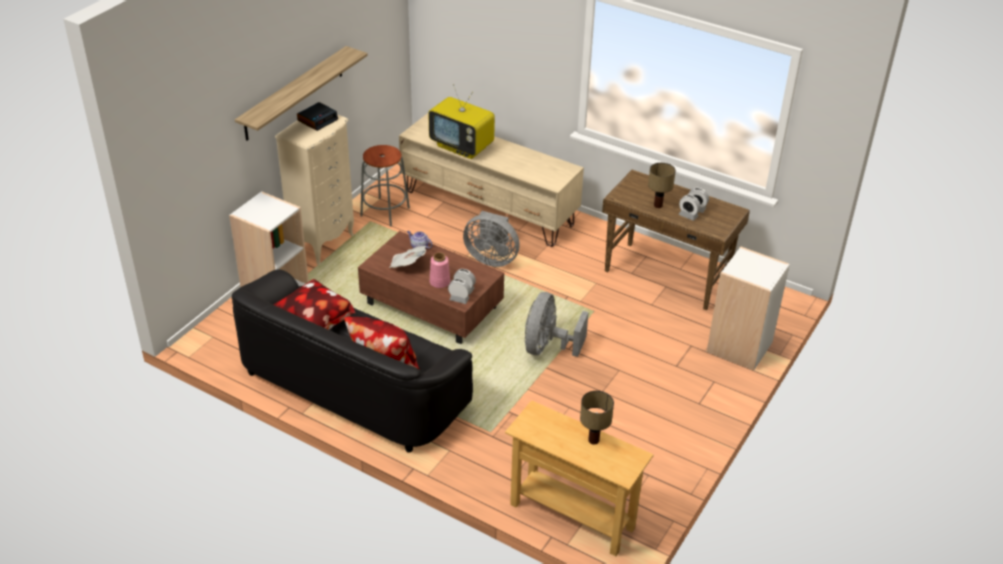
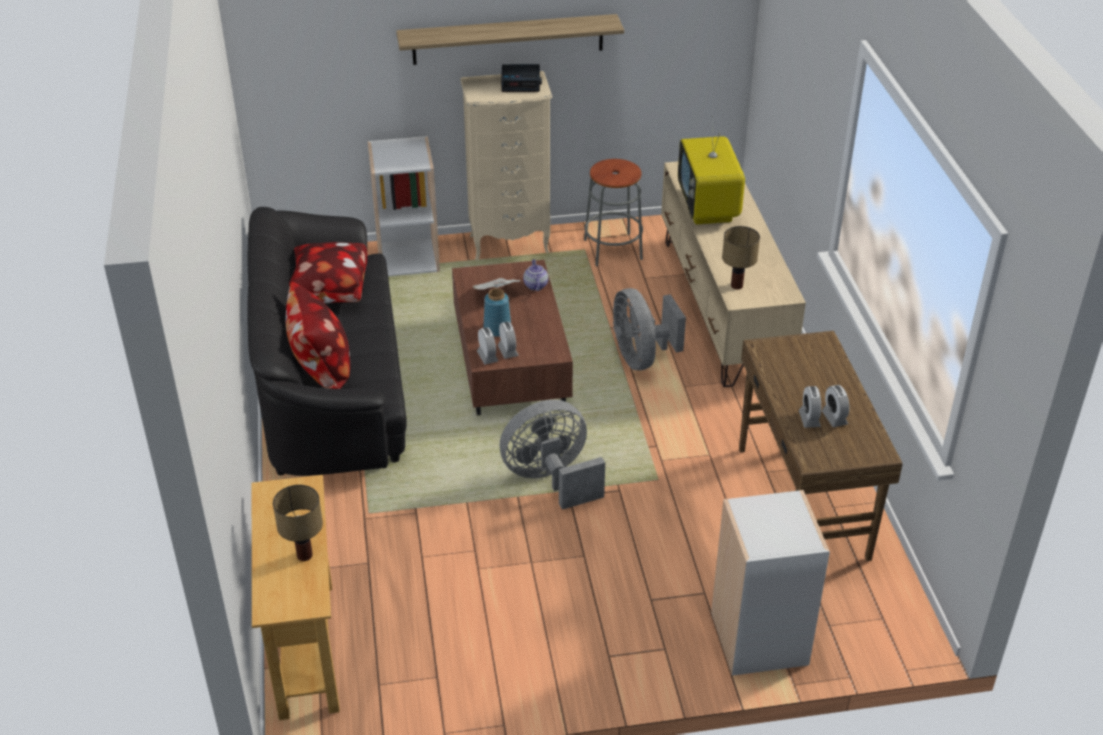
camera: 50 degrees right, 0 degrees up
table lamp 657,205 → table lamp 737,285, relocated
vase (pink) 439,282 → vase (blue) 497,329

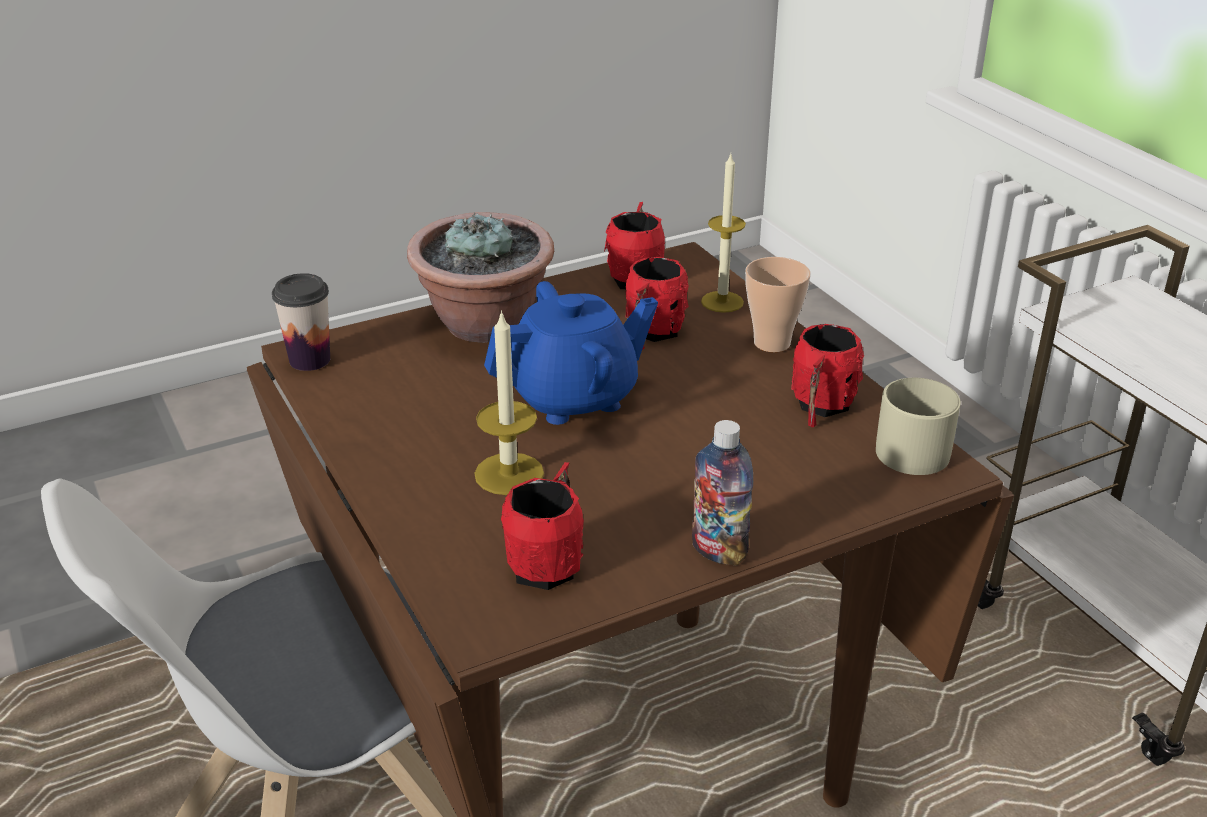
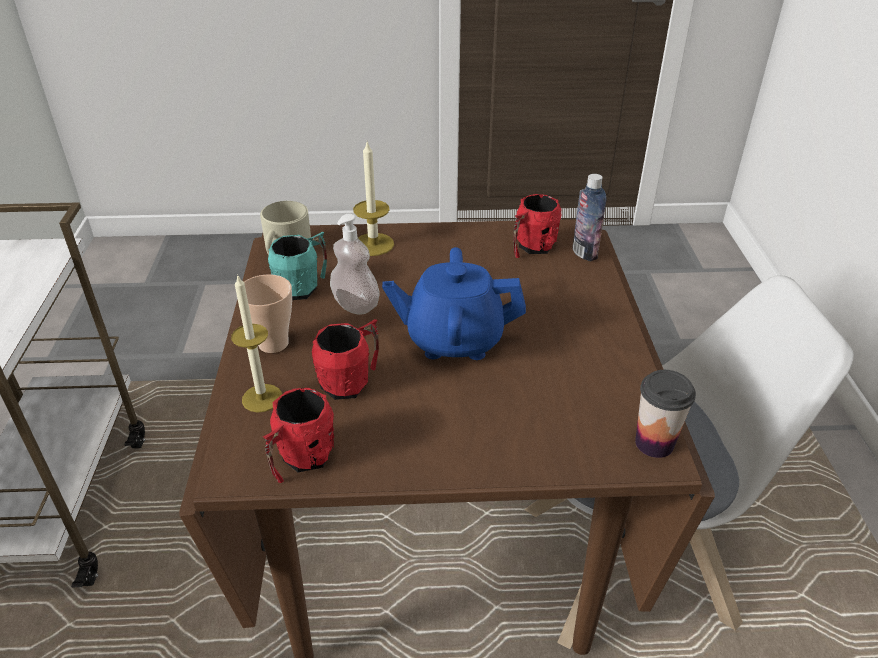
camera: 155 degrees left, 5 degrees up
potted plant 485,325 → -
- → soap dispenser 356,305
candle 509,474 → candle 373,244, relocated
bottle 719,551 → bottle 584,253, relocated
mug (red) 820,407 → mug (turquoise) 303,287

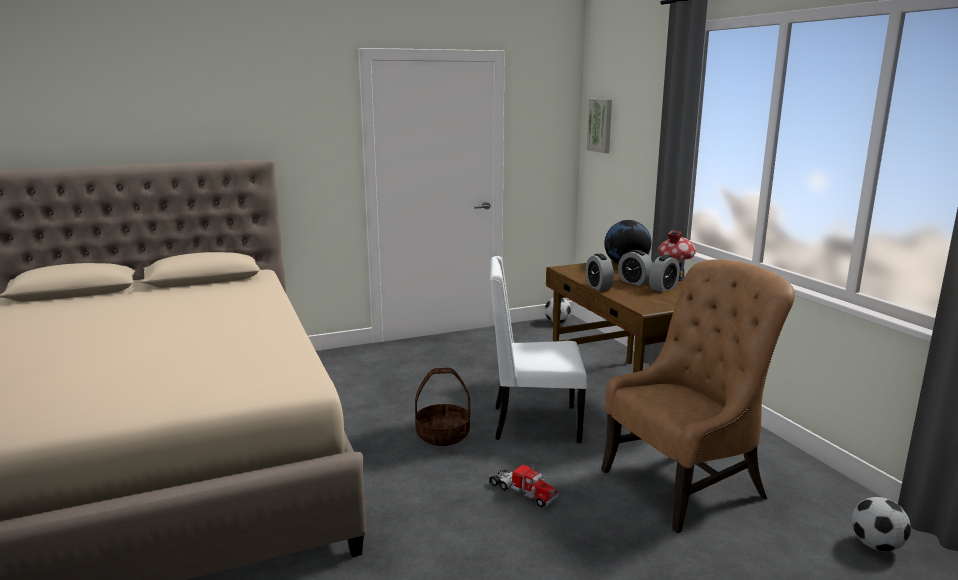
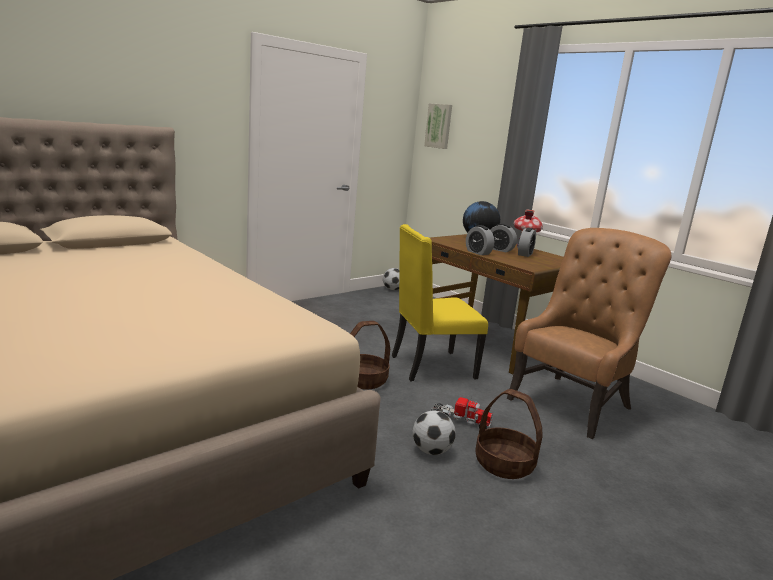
camera: 20 degrees left, 0 degrees up
- → basket 505,464
football 876,545 → football 431,451, relocated
chair (white) 533,424 → chair (yellow) 430,367

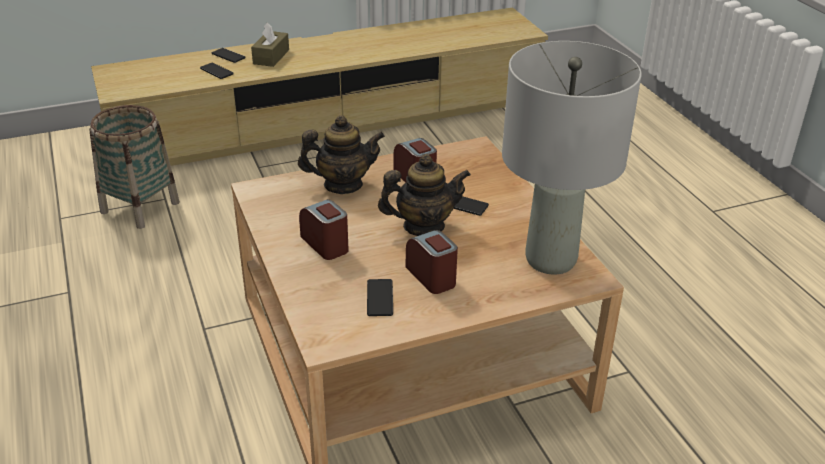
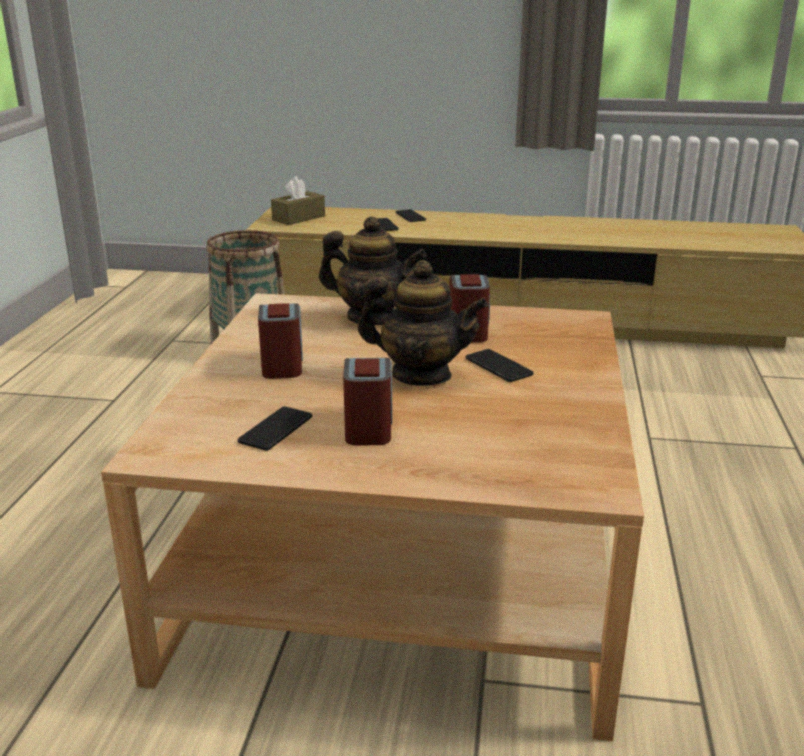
camera: 30 degrees right, 10 degrees down
table lamp (grey) 549,260 → -
tissue box (brown) 271,57 → tissue box (brown) 298,218, relocated

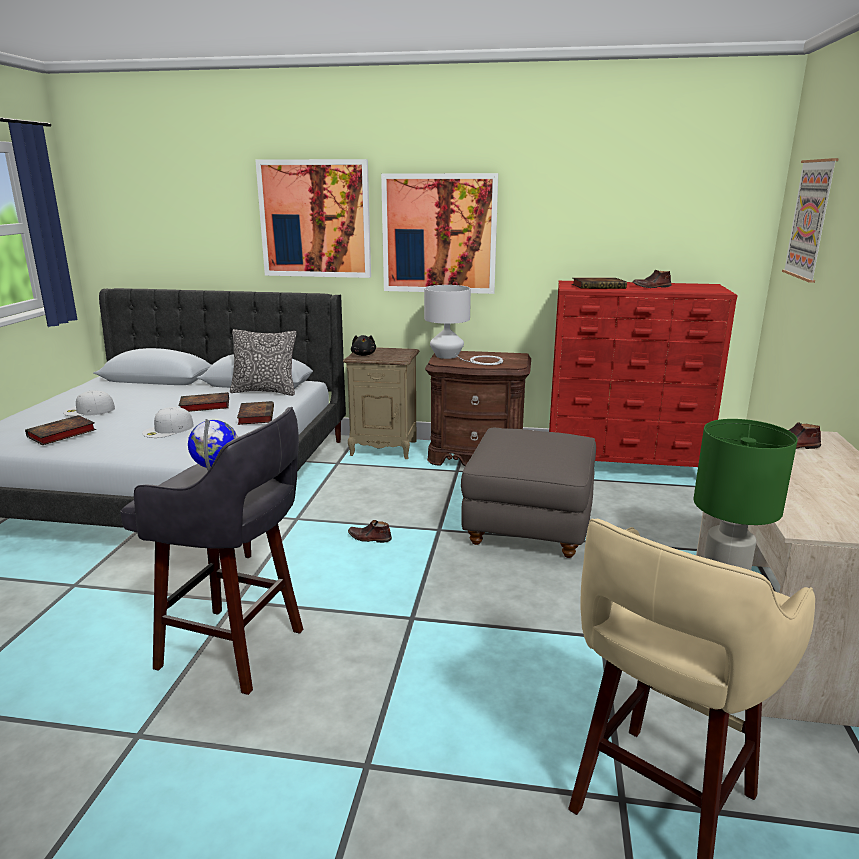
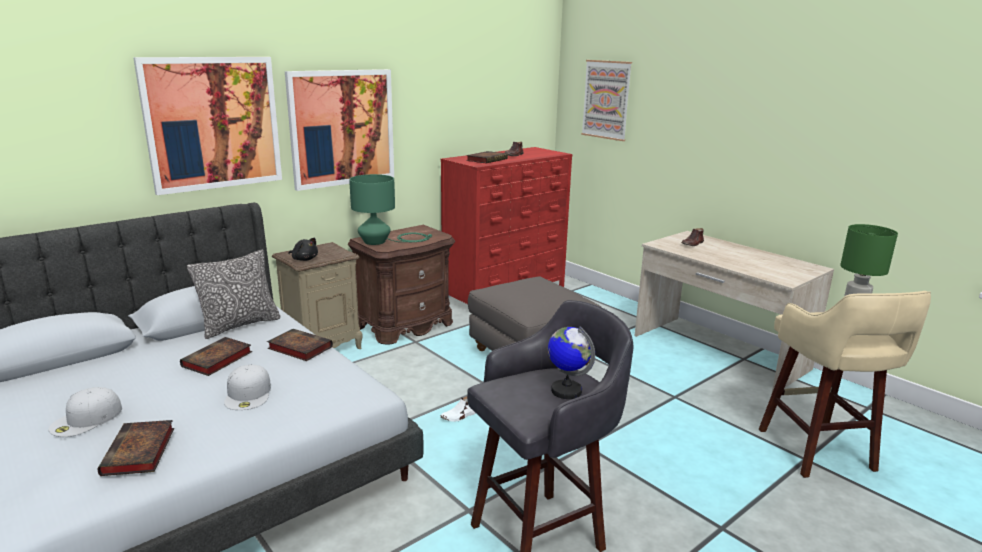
camera: 50 degrees left, 0 degrees up
shoe (brown) 369,538 → shoe (white) 459,416
table lamp (white) 462,358 → table lamp (green) 390,240

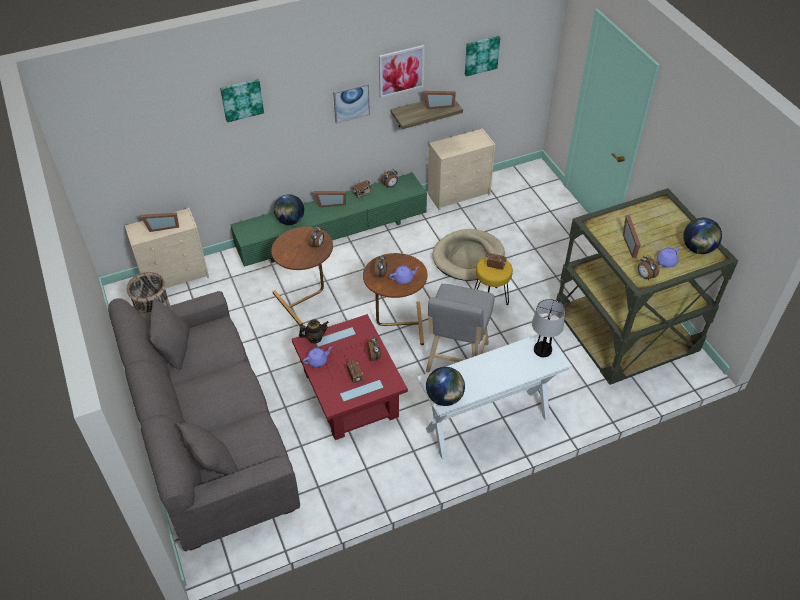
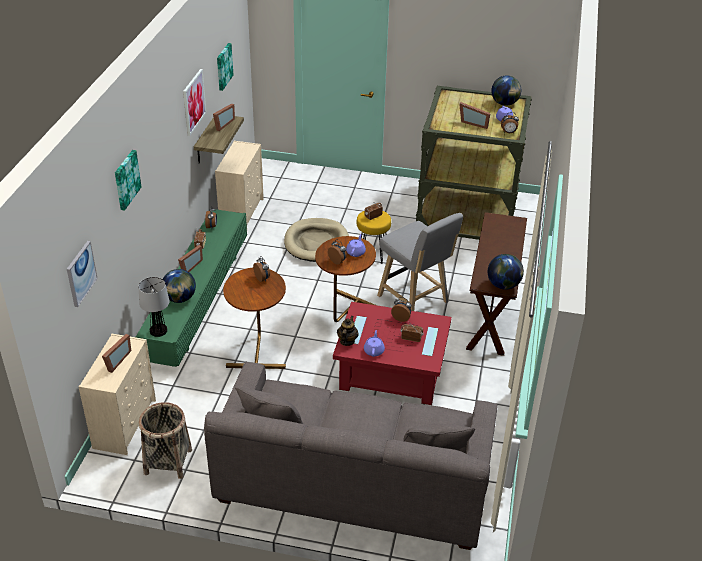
camera: 55 degrees left, 10 degrees down
picture 351,102 → picture 80,273, relocated
table lamp 542,350 → table lamp 158,331, relocated
console table (white) 487,423 → console table (brown) 490,316

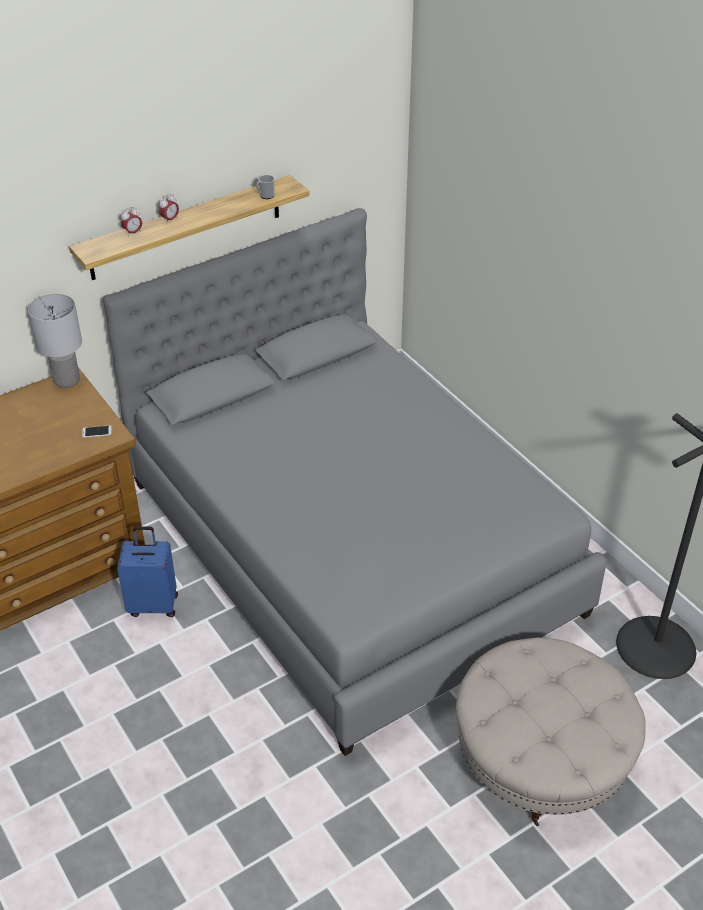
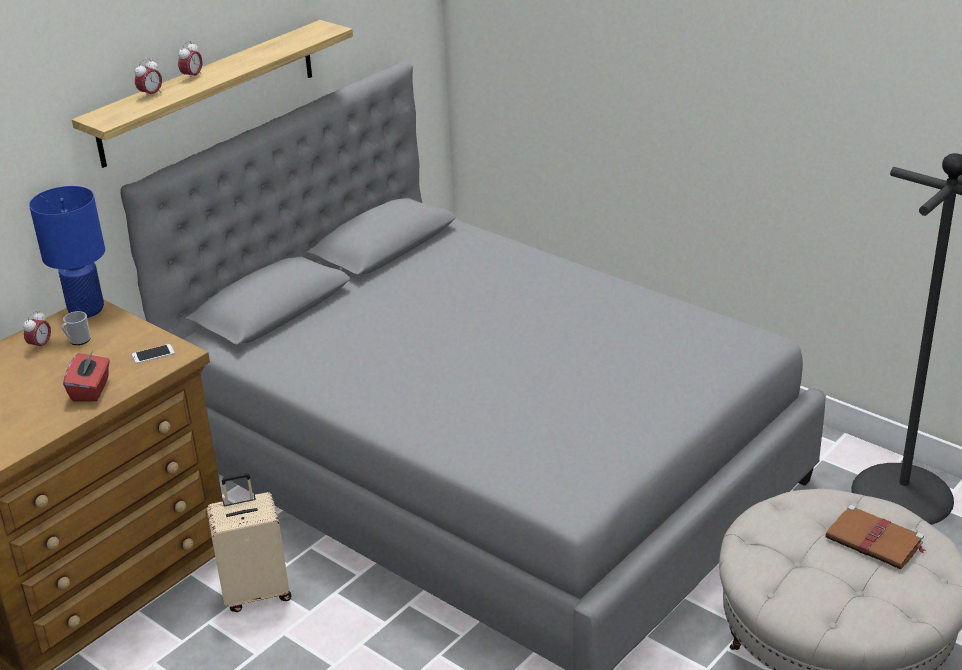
camera: 15 degrees left, 10 degrees down
- → alarm clock 40,346
- → tissue box (red) 91,390
- → book (brown) 875,541
mug 265,196 → mug 78,341, relocated
table lamp (grey) 67,382 → table lamp (blue) 87,312
suitcase (blue) 153,604 → suitcase (beige) 256,592

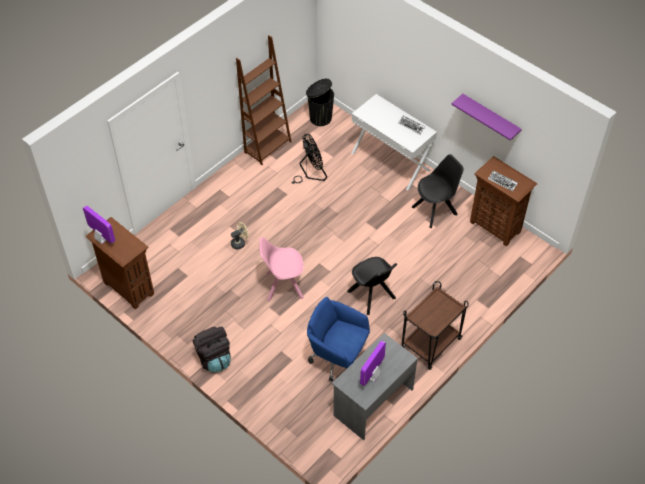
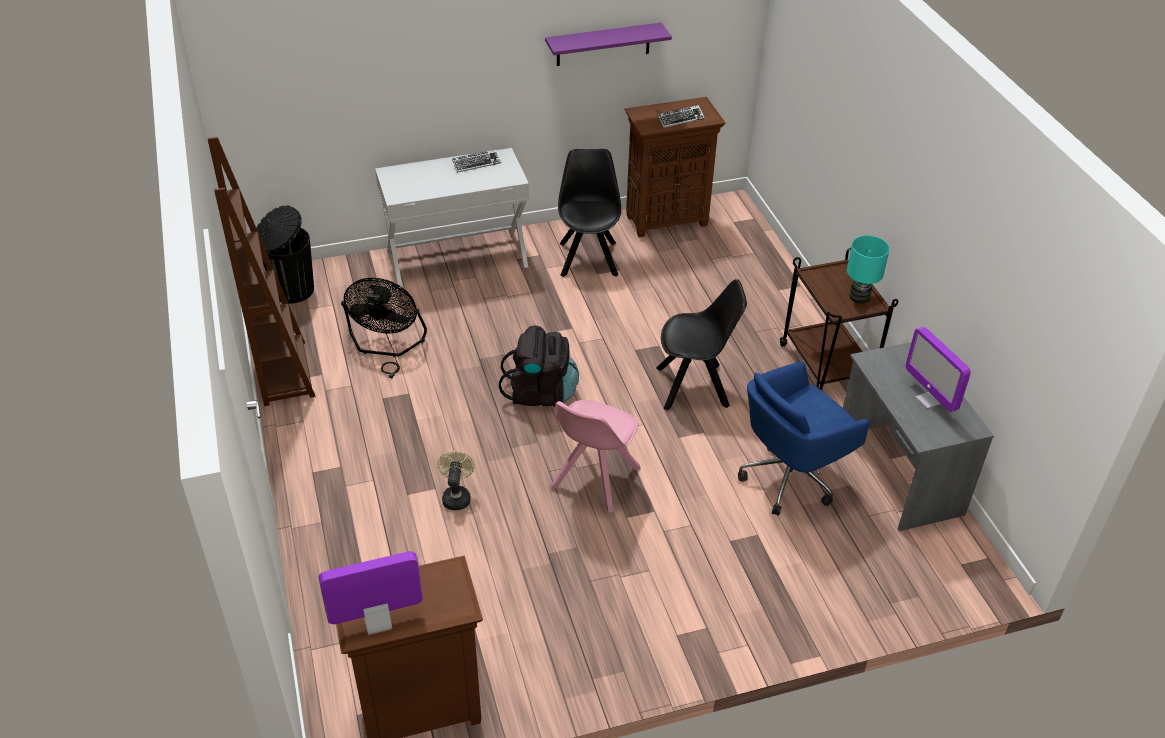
camera: 60 degrees left, 10 degrees down
- → table lamp (turquoise) 859,297
backpack (black) 214,358 → backpack (black) 541,393, relocated

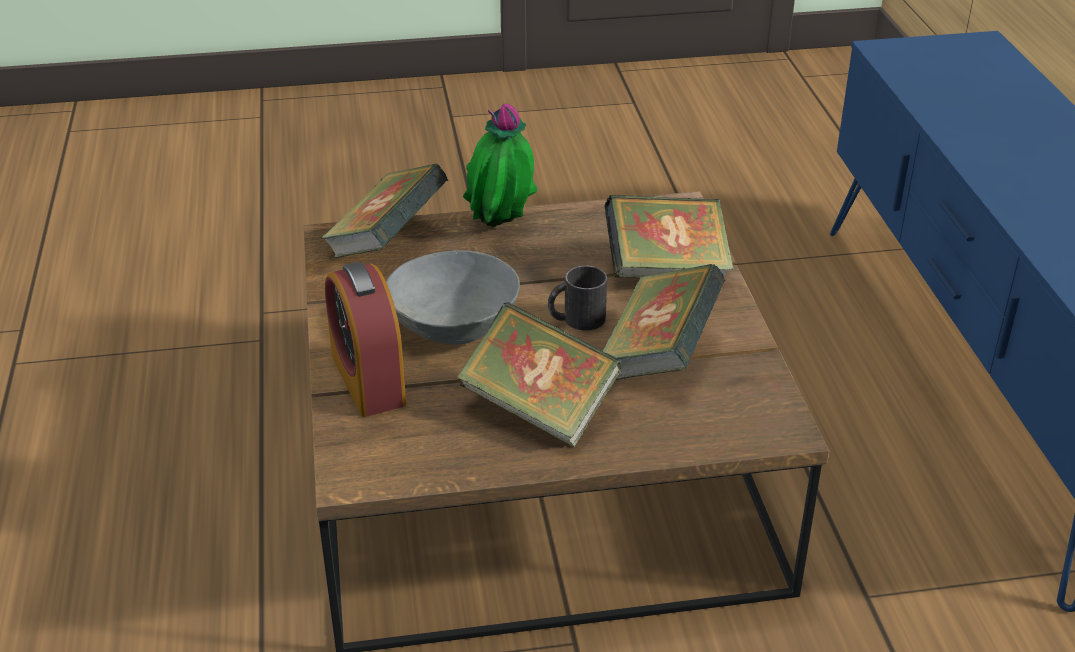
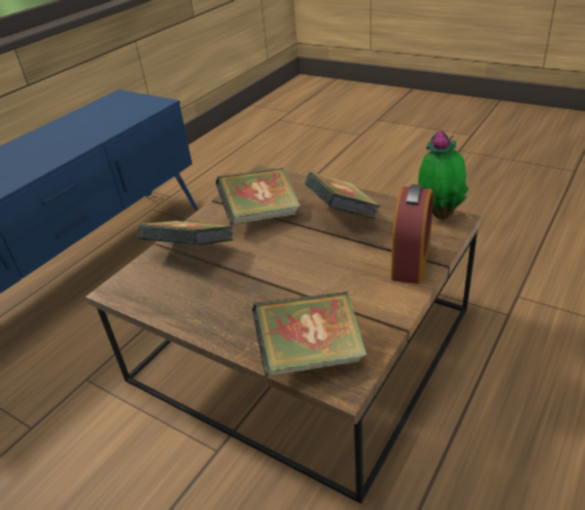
camera: 135 degrees left, 0 degrees up
bowl (grey) 455,325 → -
mug (black) 576,319 → -
potted plant 500,227 → potted plant 439,214, relocated

